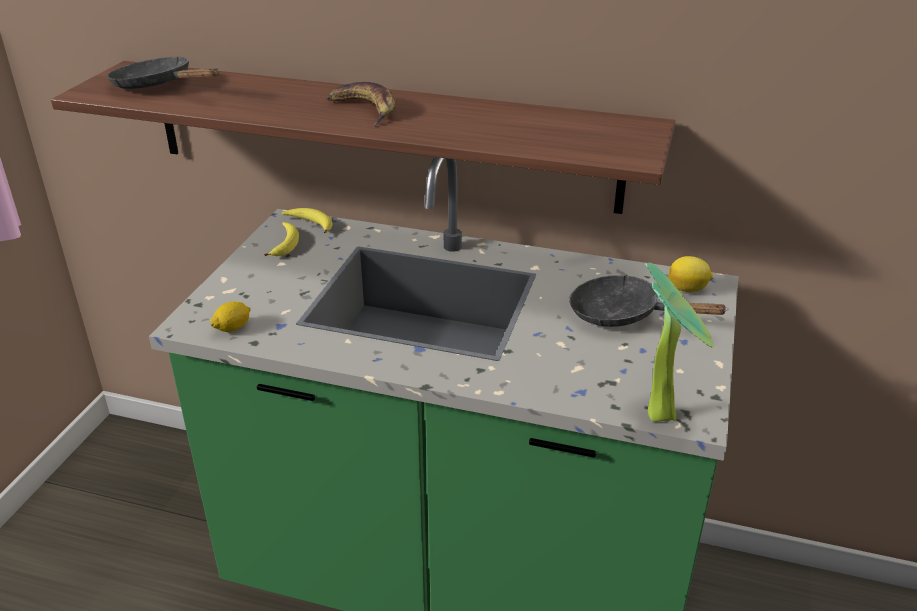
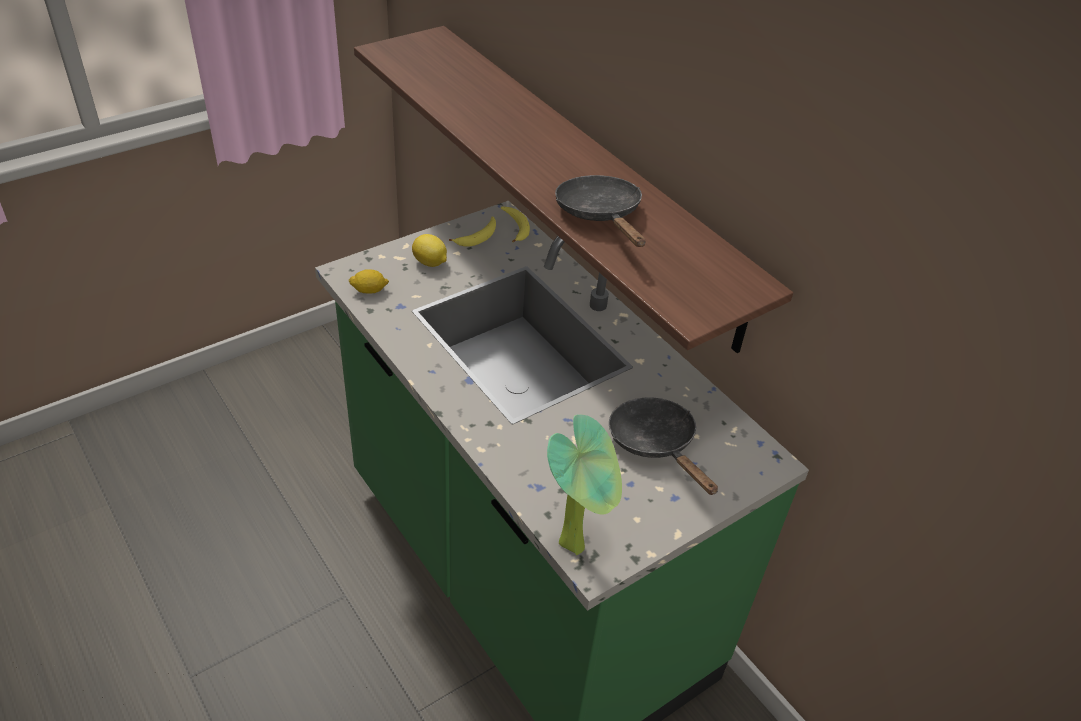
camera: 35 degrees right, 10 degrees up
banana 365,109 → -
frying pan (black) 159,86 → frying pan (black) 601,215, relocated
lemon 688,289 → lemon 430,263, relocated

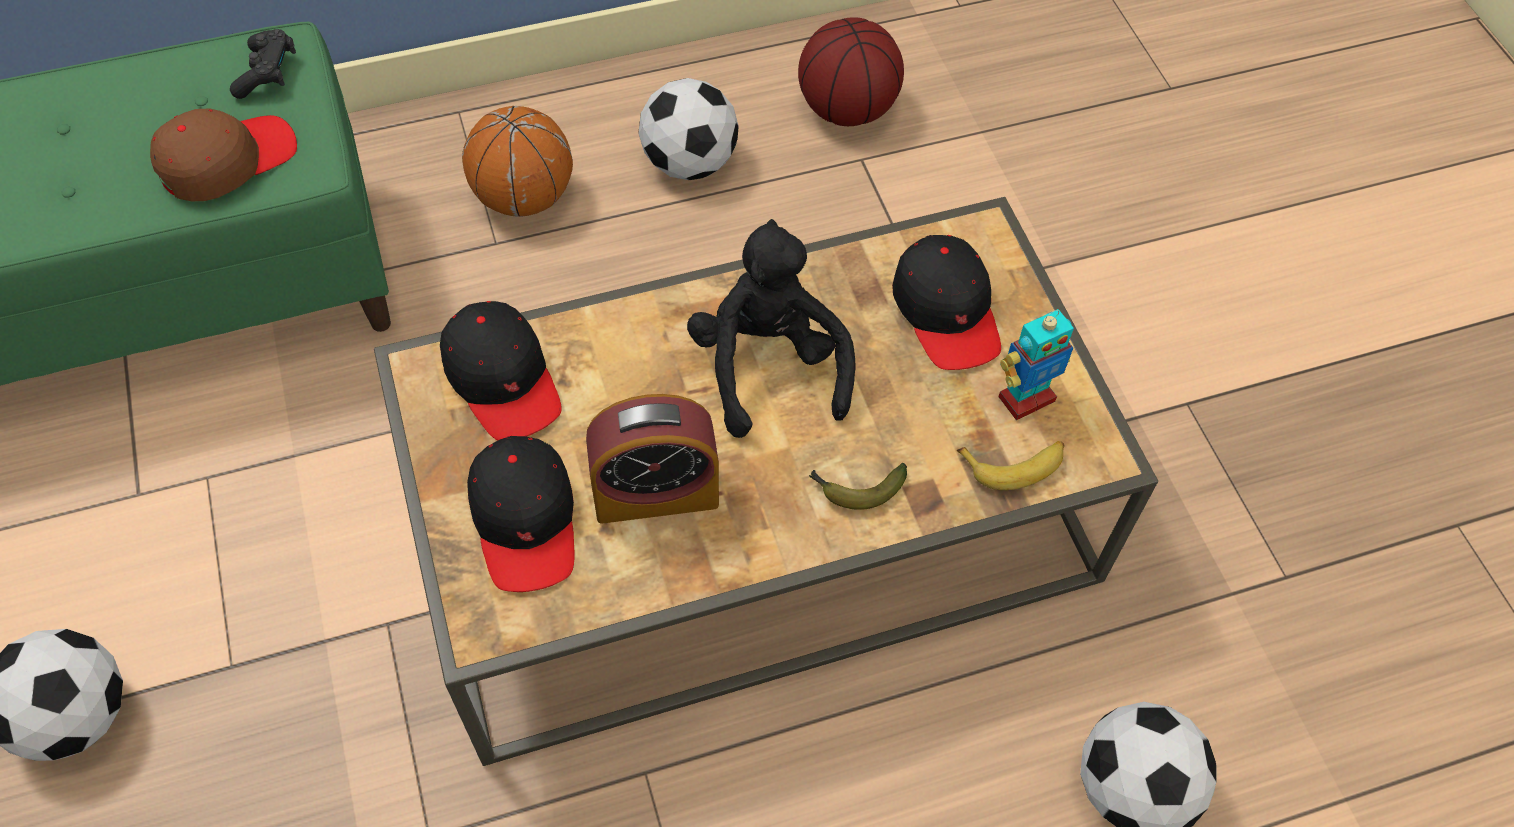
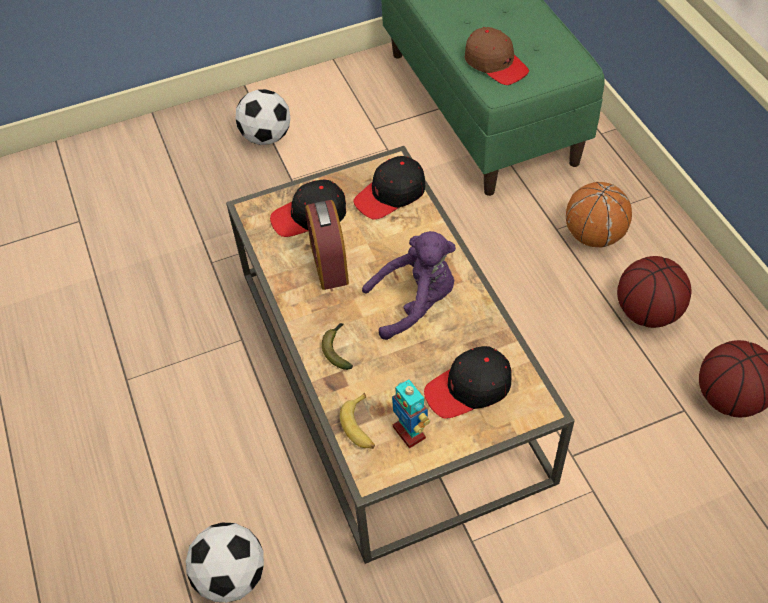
camera: 90 degrees right, 5 degrees down
game controller (black) 267,74 → -
football 689,163 → basketball 648,313
plush toy (black) 768,366 → plush toy (purple) 415,303

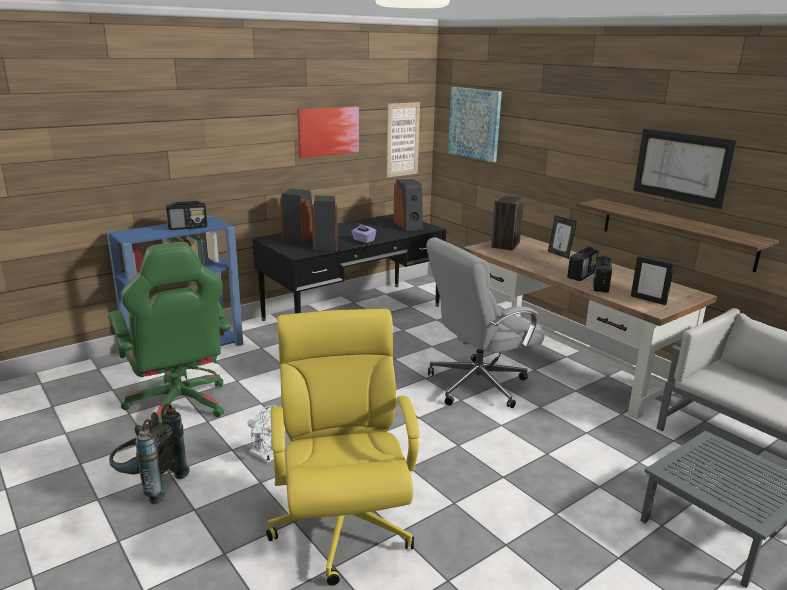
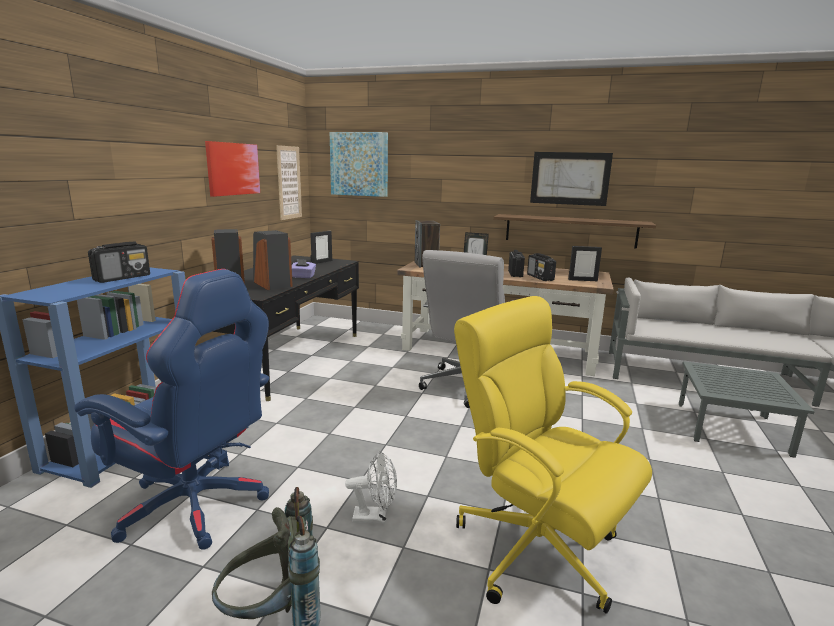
camera: 35 degrees left, 5 degrees down
speaker 408,225 → picture frame 321,262
office chair (green) 178,403 → office chair (blue) 193,504

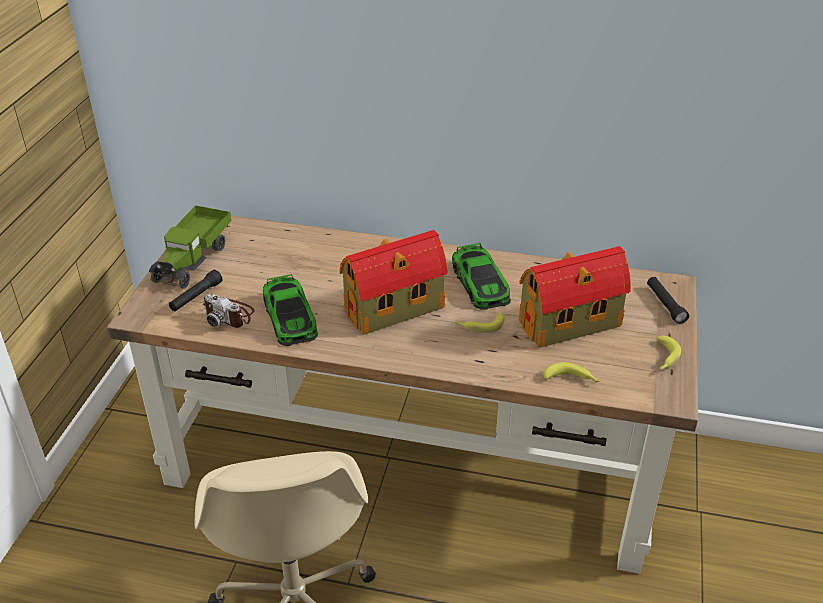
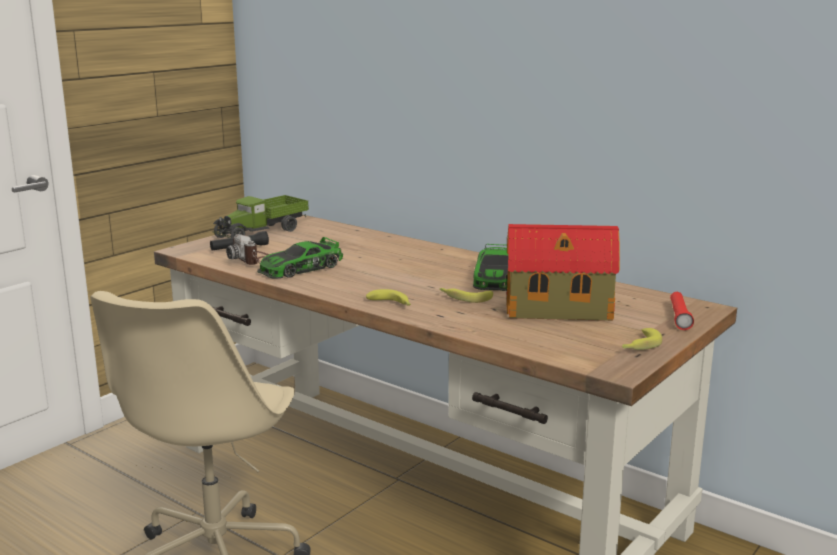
camera: 25 degrees right, 20 degrees down
toy house 396,308 → -
banana 571,379 → banana 391,304, relocated
flashlight (black) 665,305 → flashlight (red) 679,317
toy car 290,317 → toy car 300,268, 45 degrees clockwise

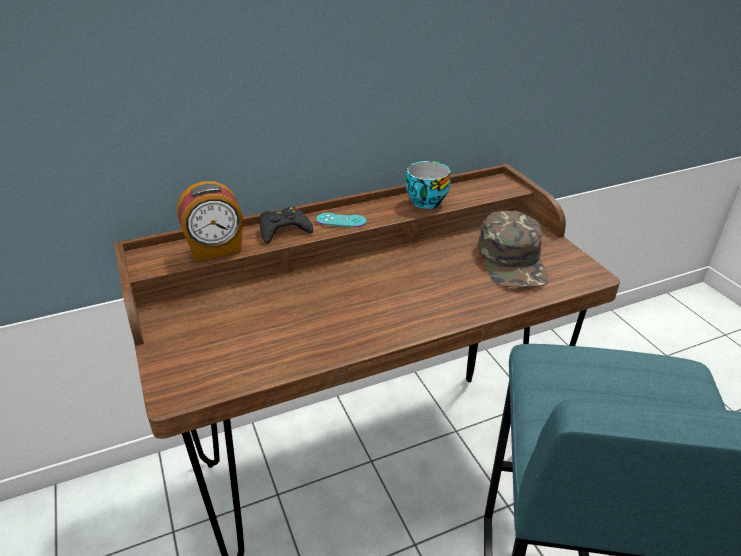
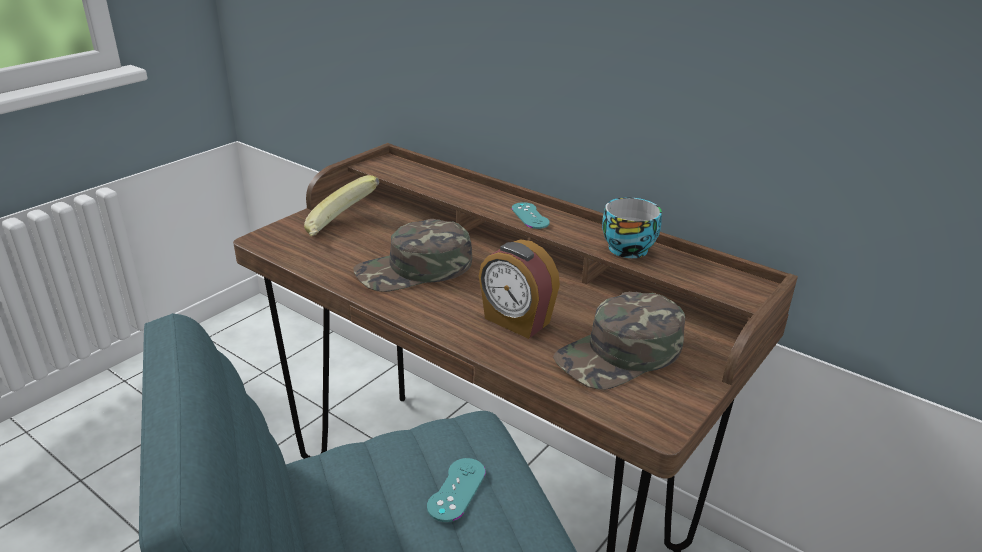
camera: 60 degrees right, 5 degrees down
game controller (black) 284,230 → -
- → banana 342,229
- → cap (green) 414,269
- → game controller (turquoise) 456,489
alarm clock 216,249 → alarm clock 516,321, relocated

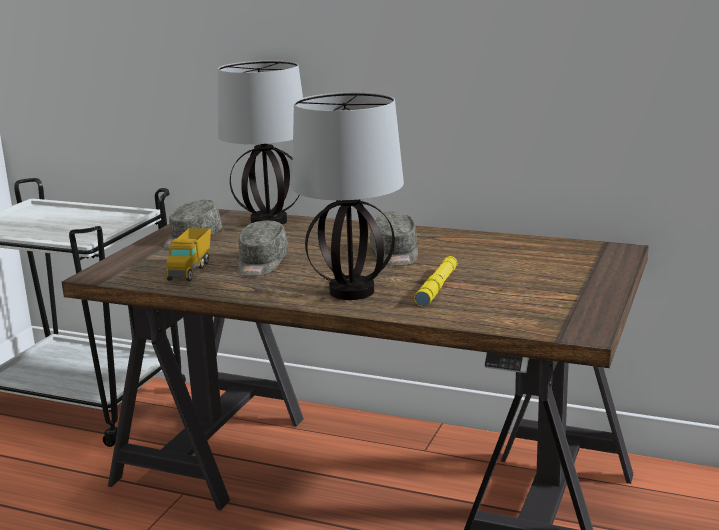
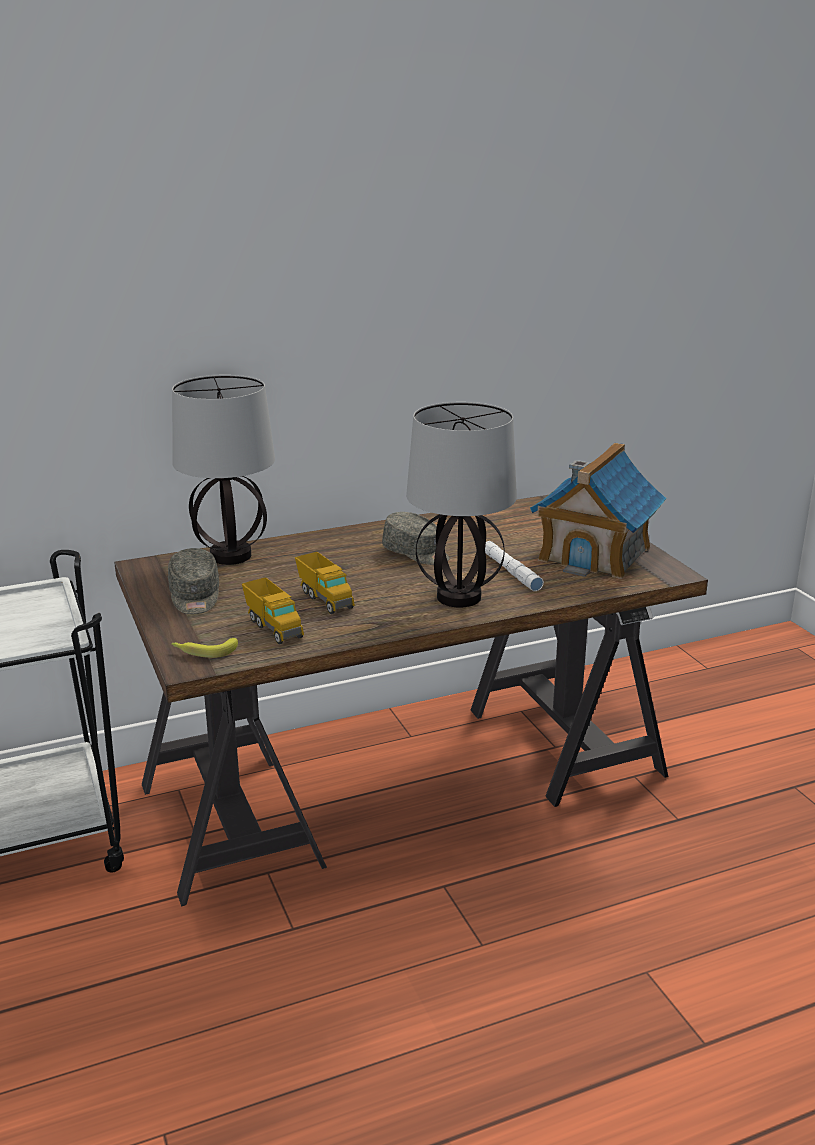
camera: 45 degrees left, 5 degrees up
- → banana 204,651
- → toy house 595,554
cap (grey) 261,263 → toy truck 325,599
flashlight (yellow) 437,287 → flashlight (white) 511,572

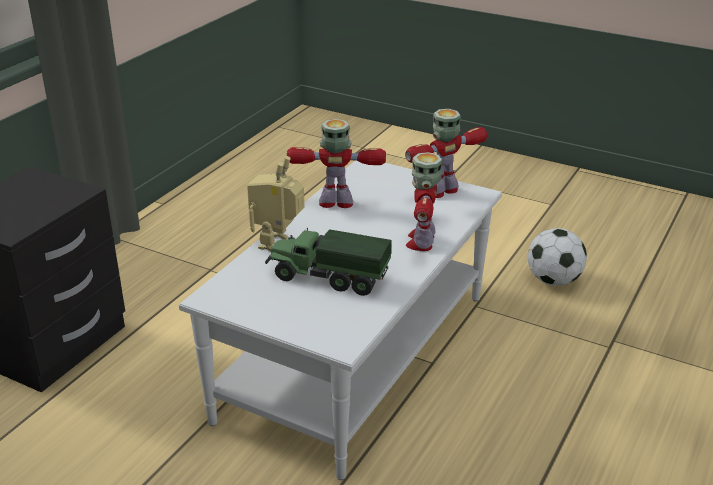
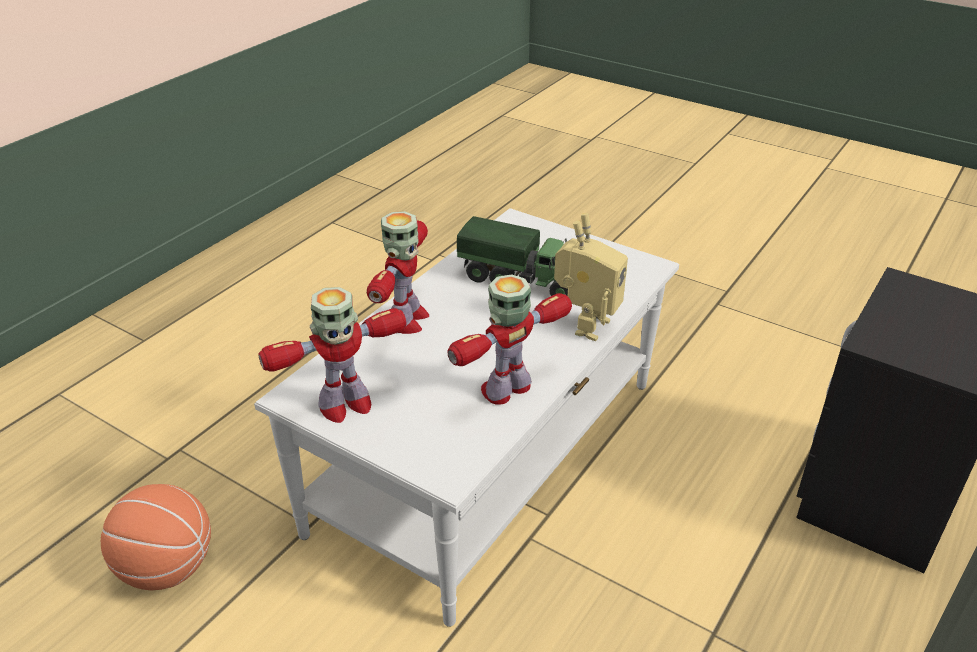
camera: 175 degrees left, 5 degrees up
football 553,280 → basketball 168,568
toy robot 337,203 → toy robot 507,389, 135 degrees clockwise

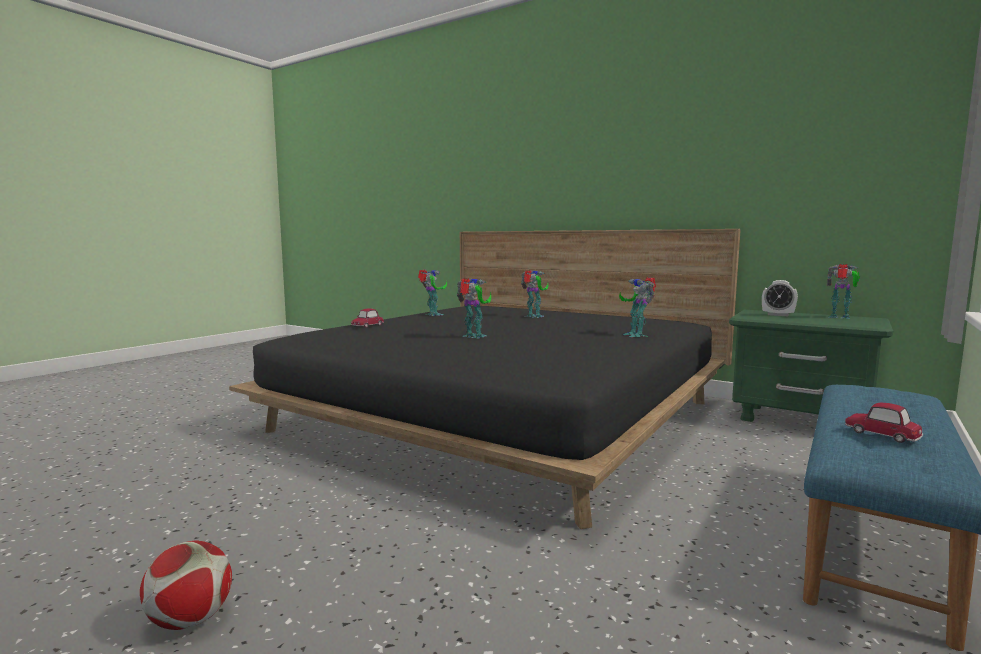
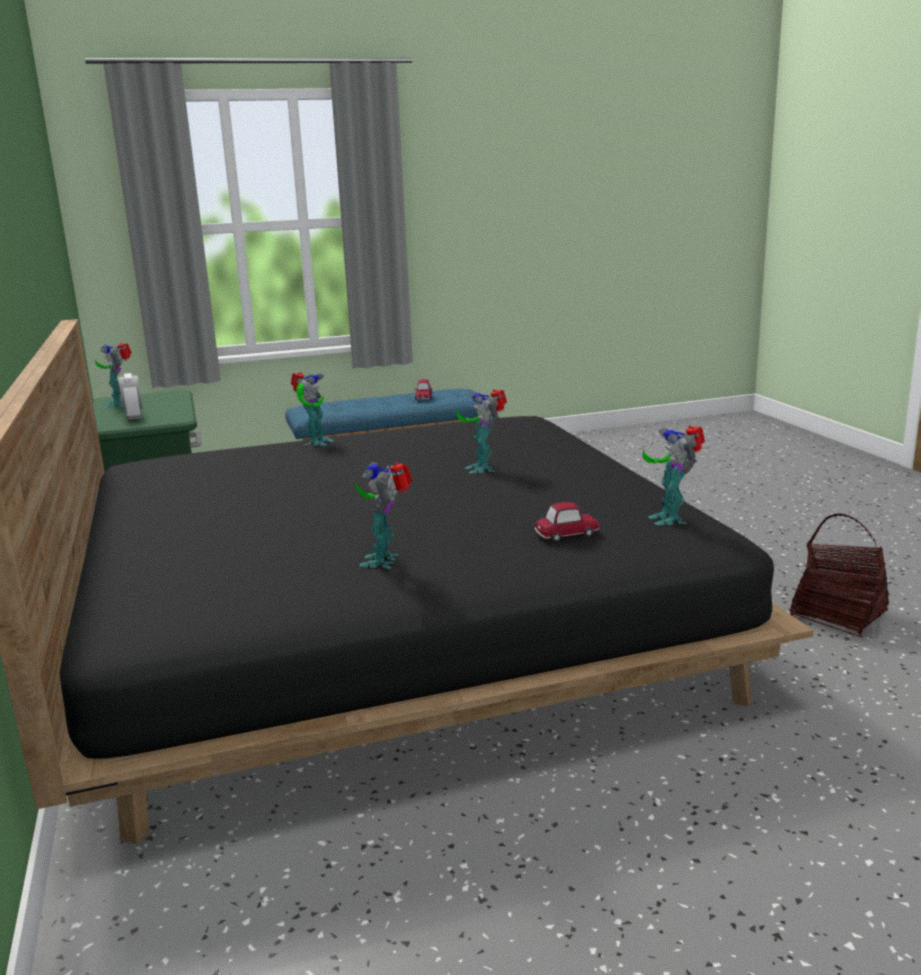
camera: 140 degrees left, 10 degrees up
football 190,620 → -
- → basket 838,614
toy robot 534,316 → toy robot 670,518, relocated

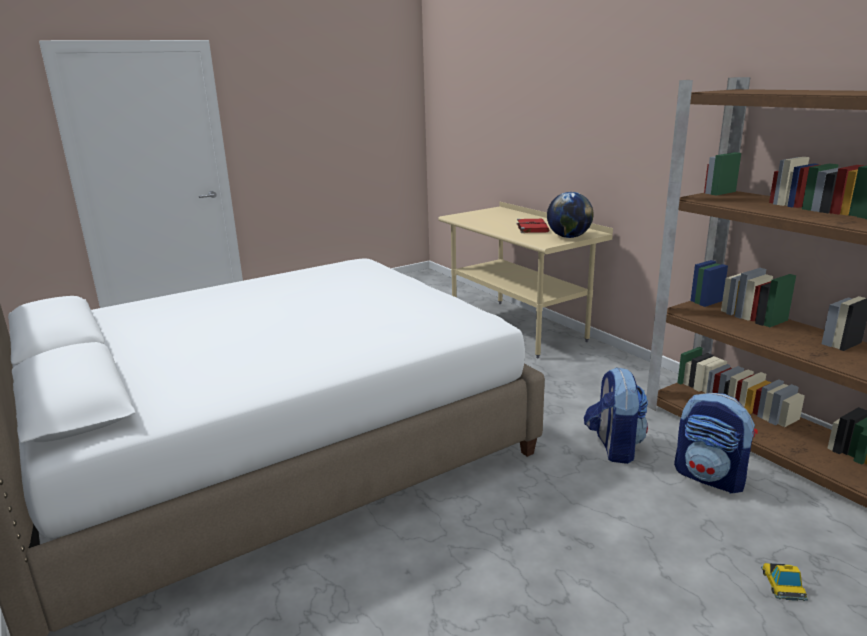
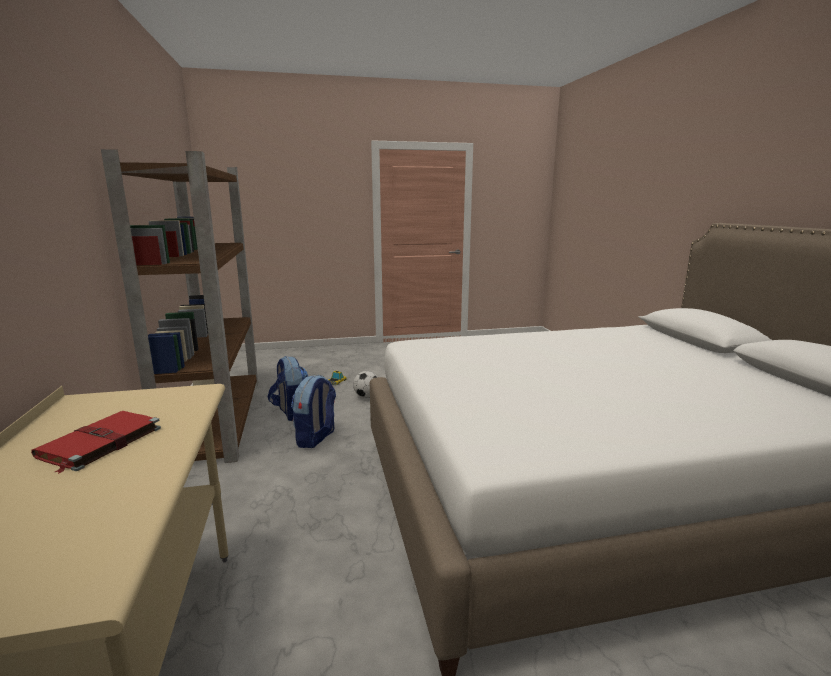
camera: 160 degrees left, 5 degrees down
globe 568,237 → -
- → football 366,396

